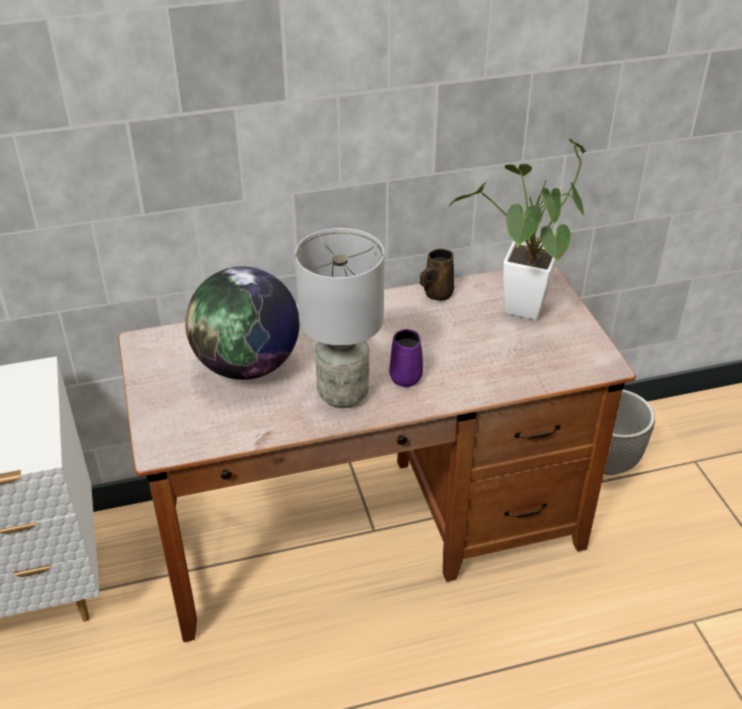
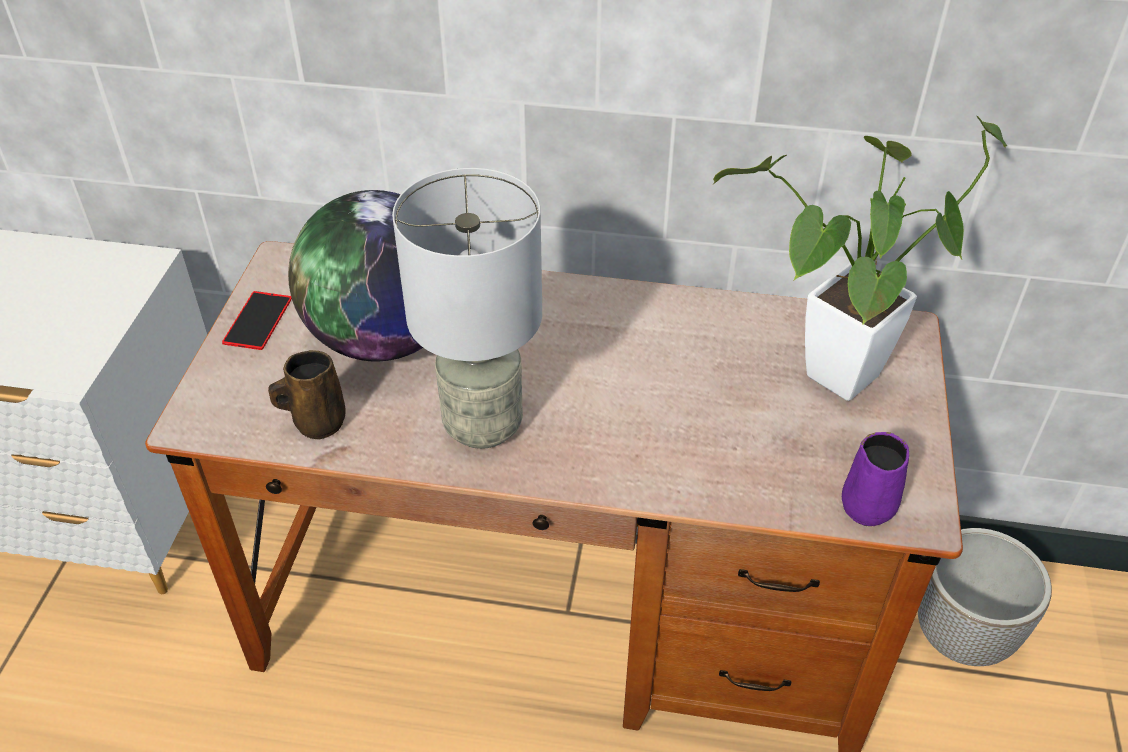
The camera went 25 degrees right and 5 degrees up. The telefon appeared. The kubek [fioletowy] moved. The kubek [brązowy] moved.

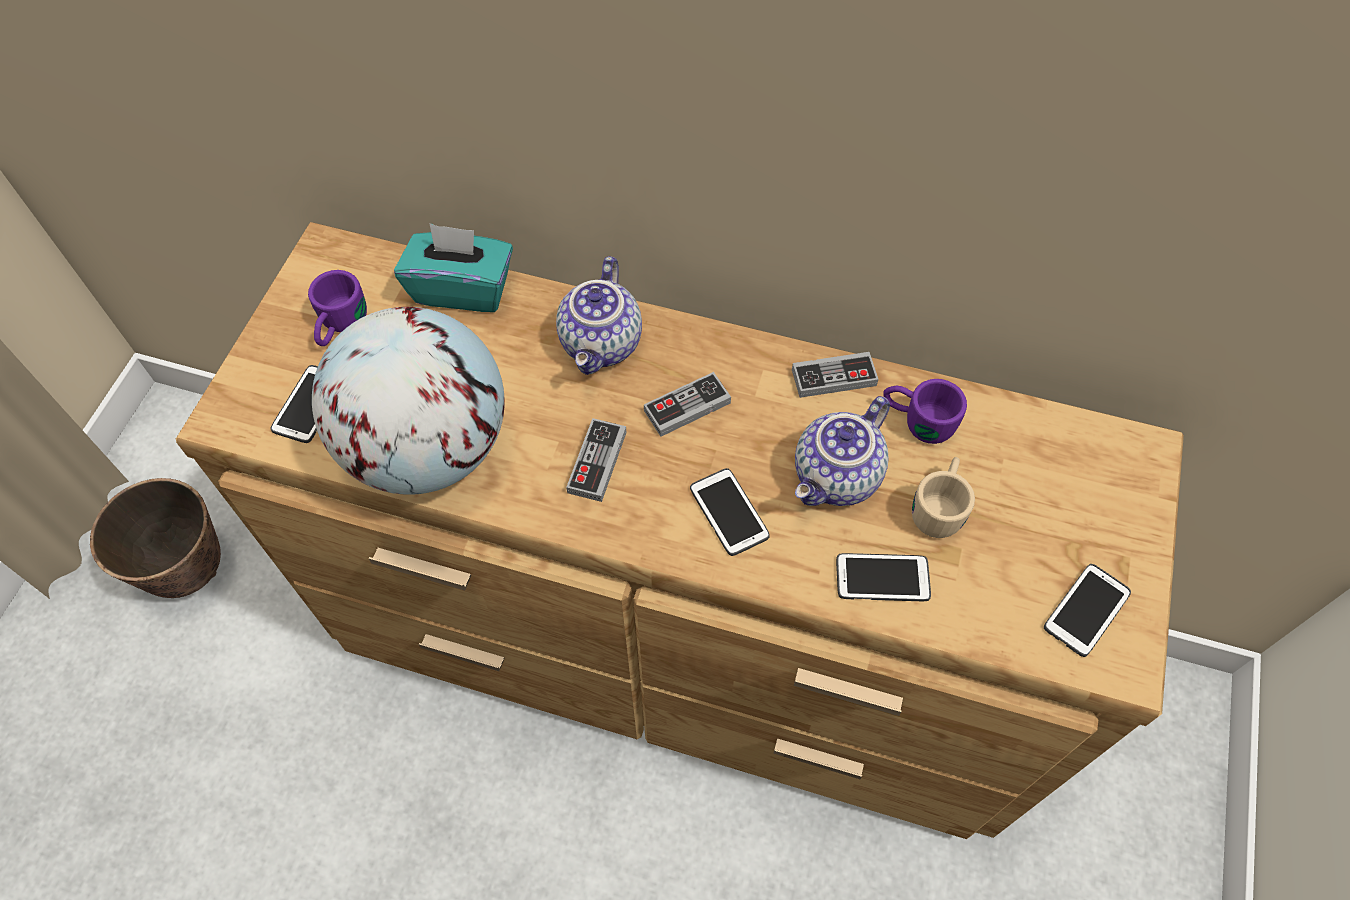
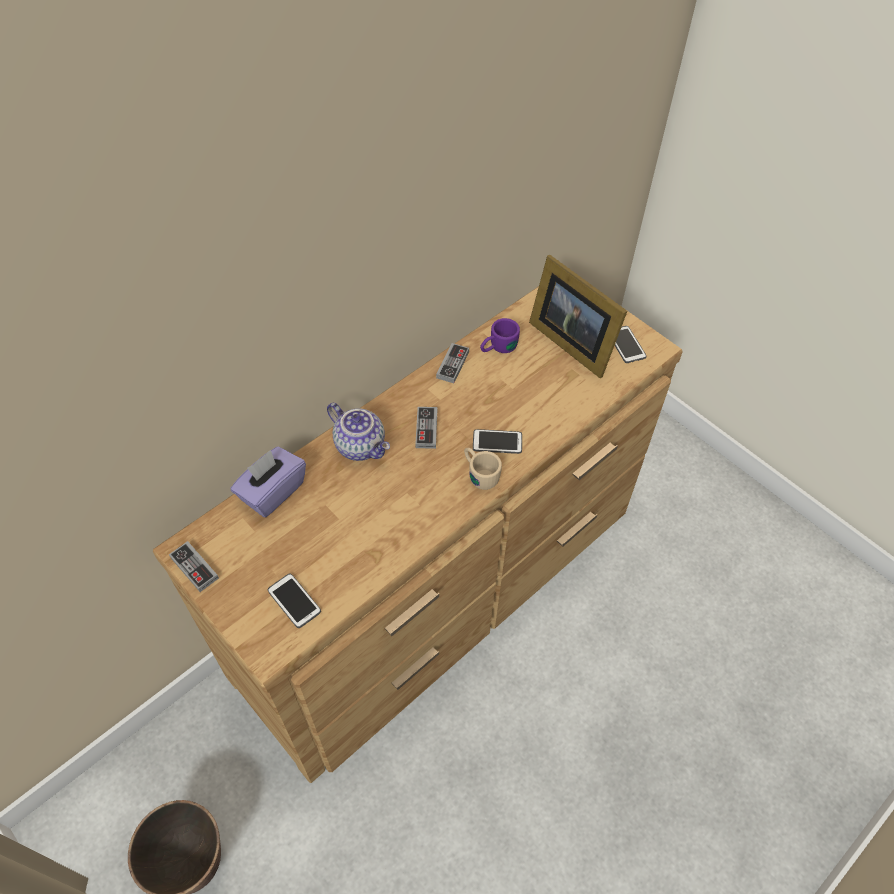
The camera went 60 degrees left and 5 degrees down. The kubek [fioletowy] (1st from left) disappeared. The globus disappeared. The imbryk (2nd from left) disappeared. The telefon (3rd from left) disappeared. The ramka na zdjęcie appeared. The pad do gier (1st from left) moved. The kubek [beżowy] moved. The pudełko chusteczek [turkusowy] became the pudełko chusteczek [fioletowy].

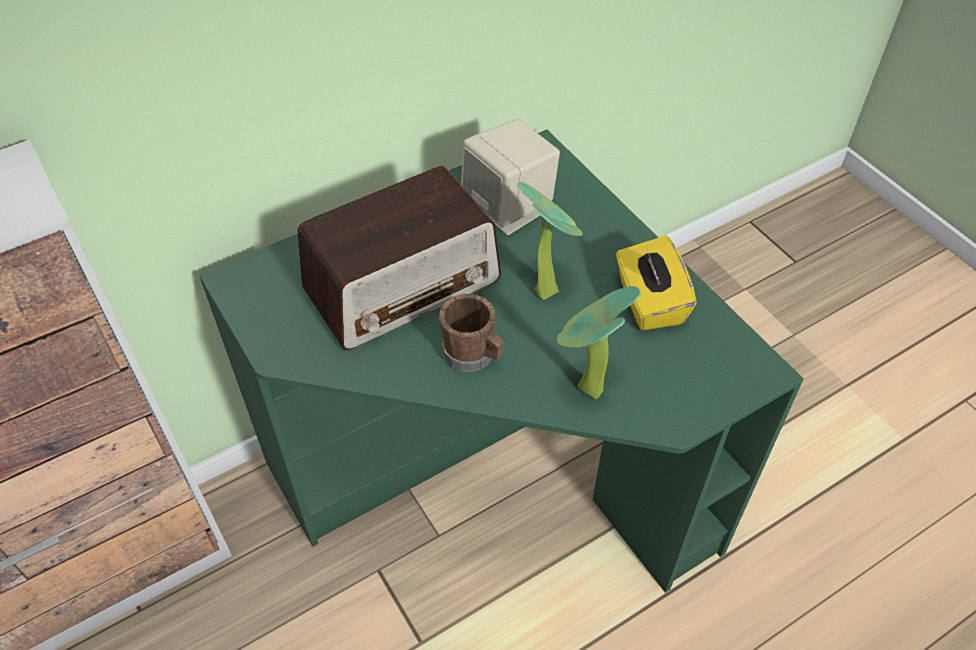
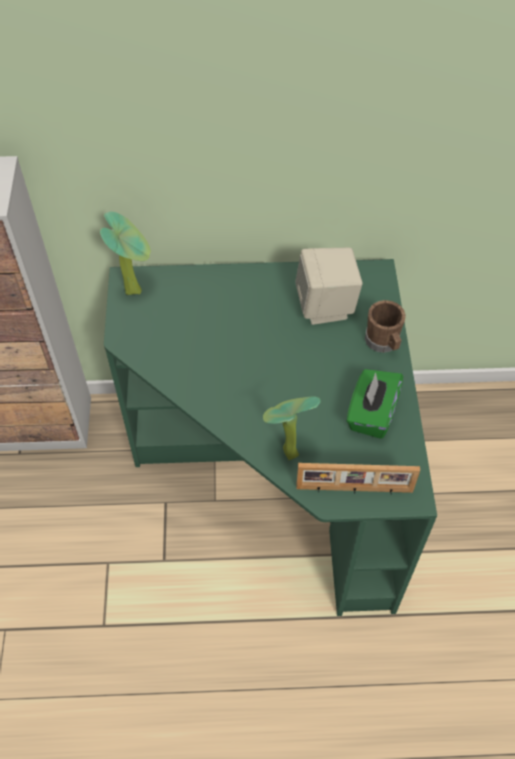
The camera went 30 degrees right and 5 degrees up. The radio disappeared. The ramka na zdjęcie appeared. The kubek [brązowy] moved. The roślina doniczkowa (1st from left) moved. The pudełko chusteczek [żółty] became the pudełko chusteczek [zielony].

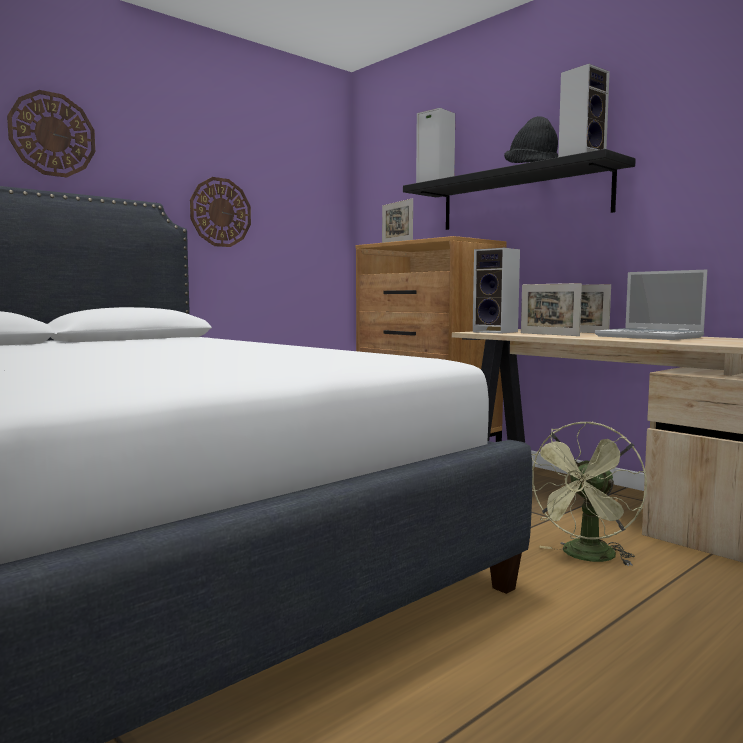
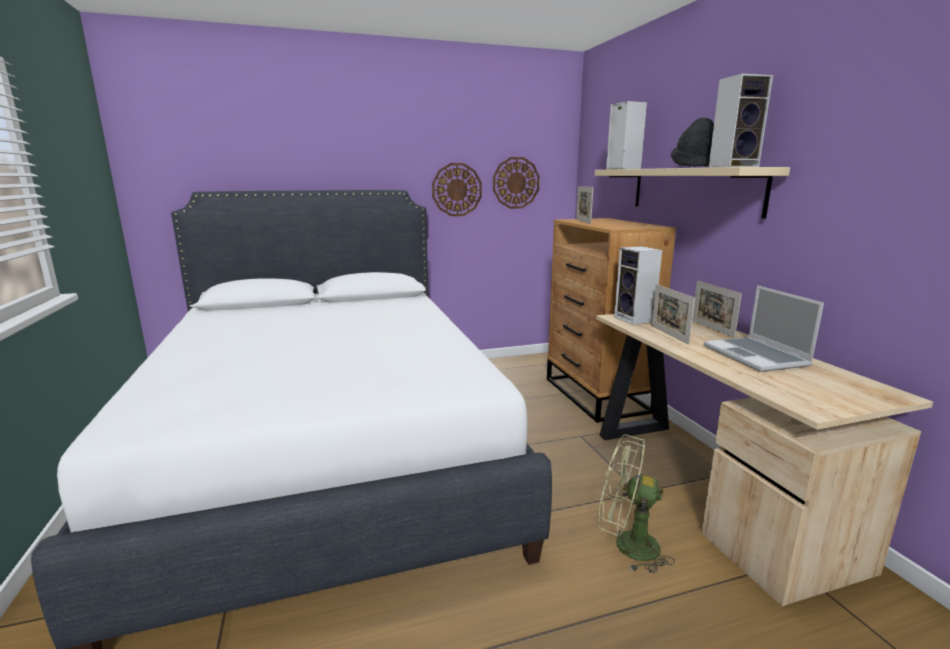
The camera went 25 degrees right and 10 degrees up. The zegar ścienny (1st from left in the first image) moved. The półka [czarny] became the półka [beżowy]. The wentylator [zielony] turned 45 degrees clockwise.

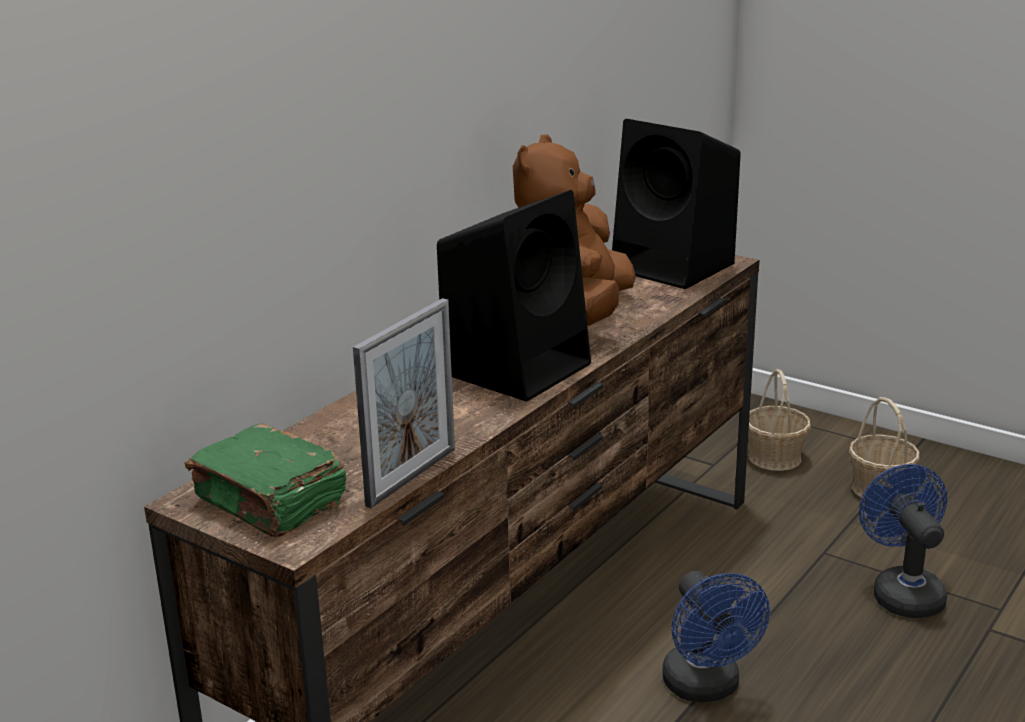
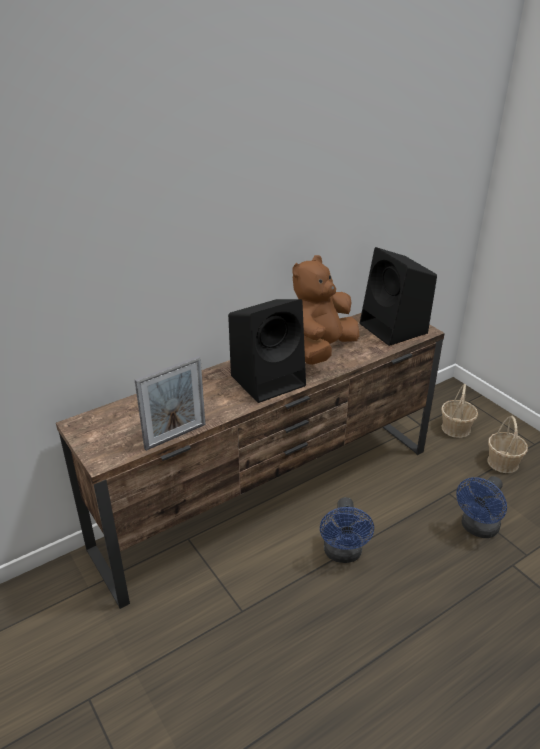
The camera went 20 degrees right and 10 degrees up. The książka [zielony] disappeared. The wentylator [niebieski] (2nd from left) turned 150 degrees counterclockwise.

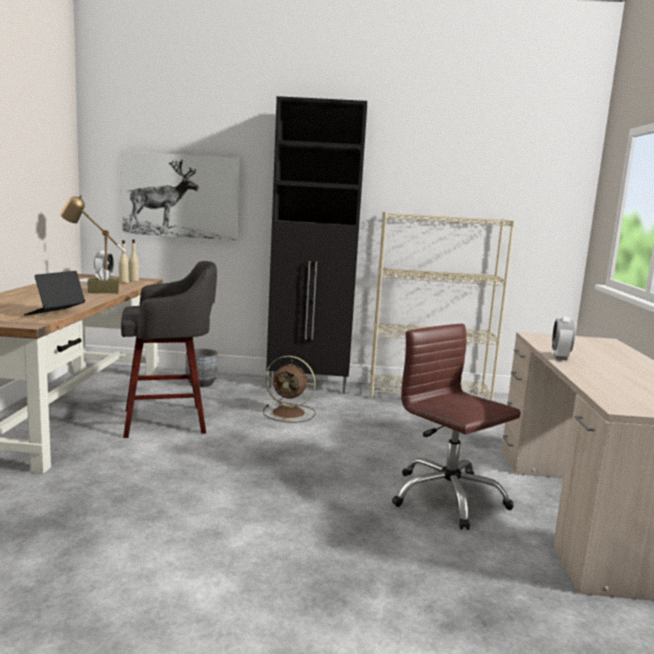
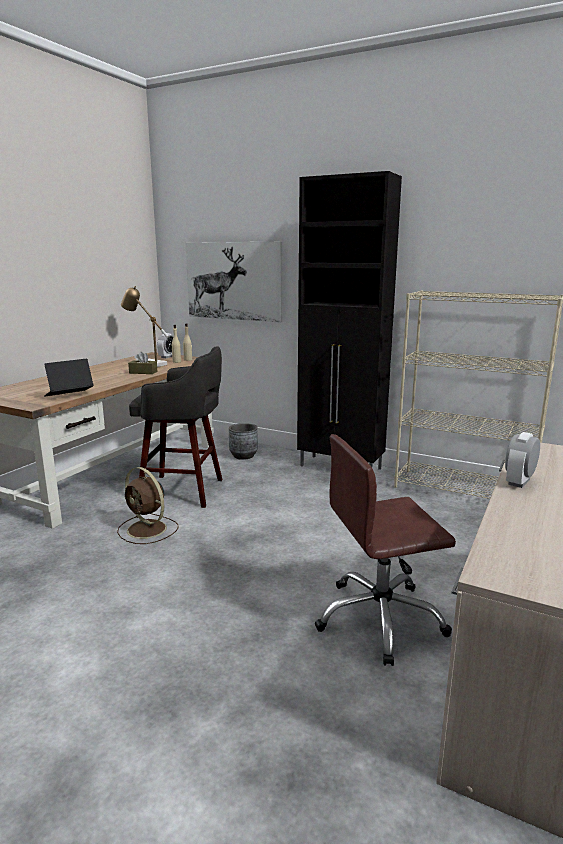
The camera went 25 degrees right and 5 degrees up. The wentylator [brązowy] moved. The krzesło biurowe [brązowy] turned 90 degrees counterclockwise.

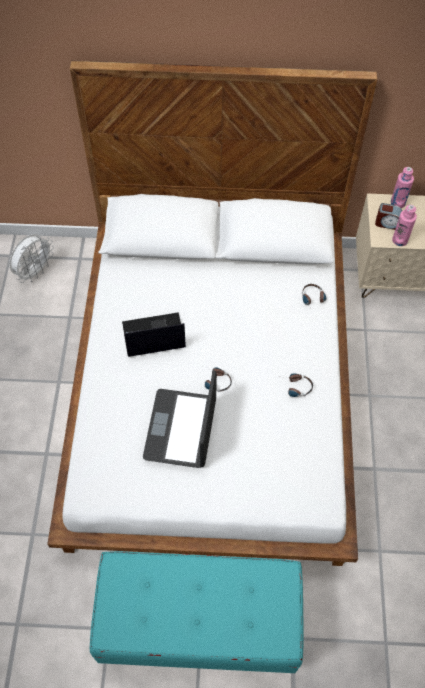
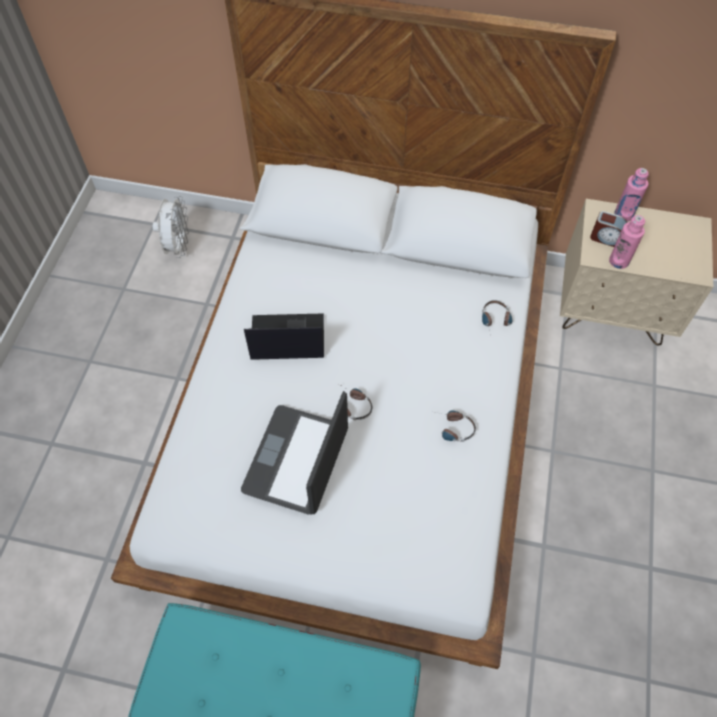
The camera went 10 degrees right and 0 degrees up. The wentylator [biały] turned 45 degrees counterclockwise.

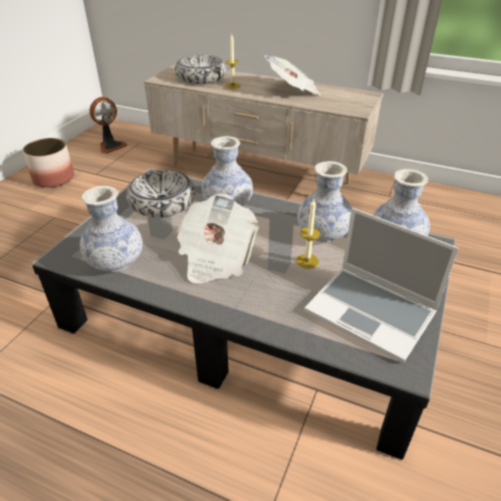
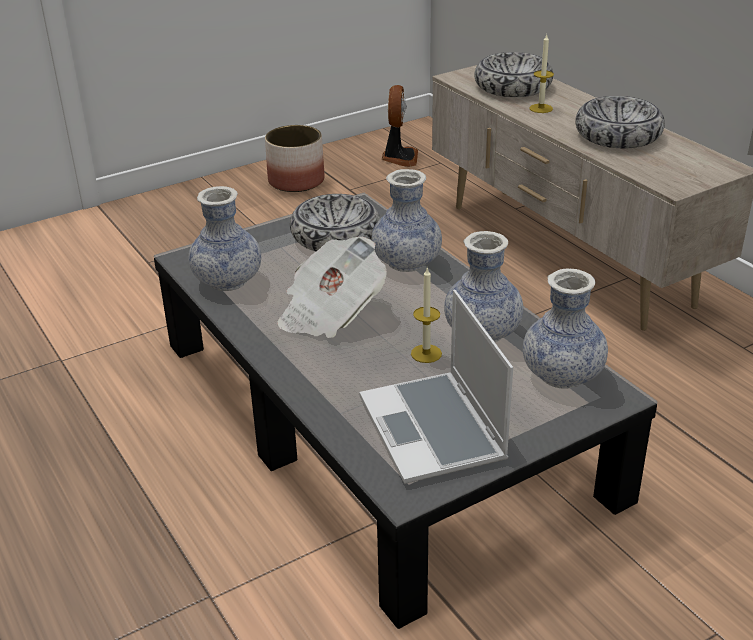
The camera went 35 degrees right and 5 degrees down. The gazeta (2nd from left) was replaced by the miska (3rd from left). The wentylator turned 75 degrees counterclockwise.

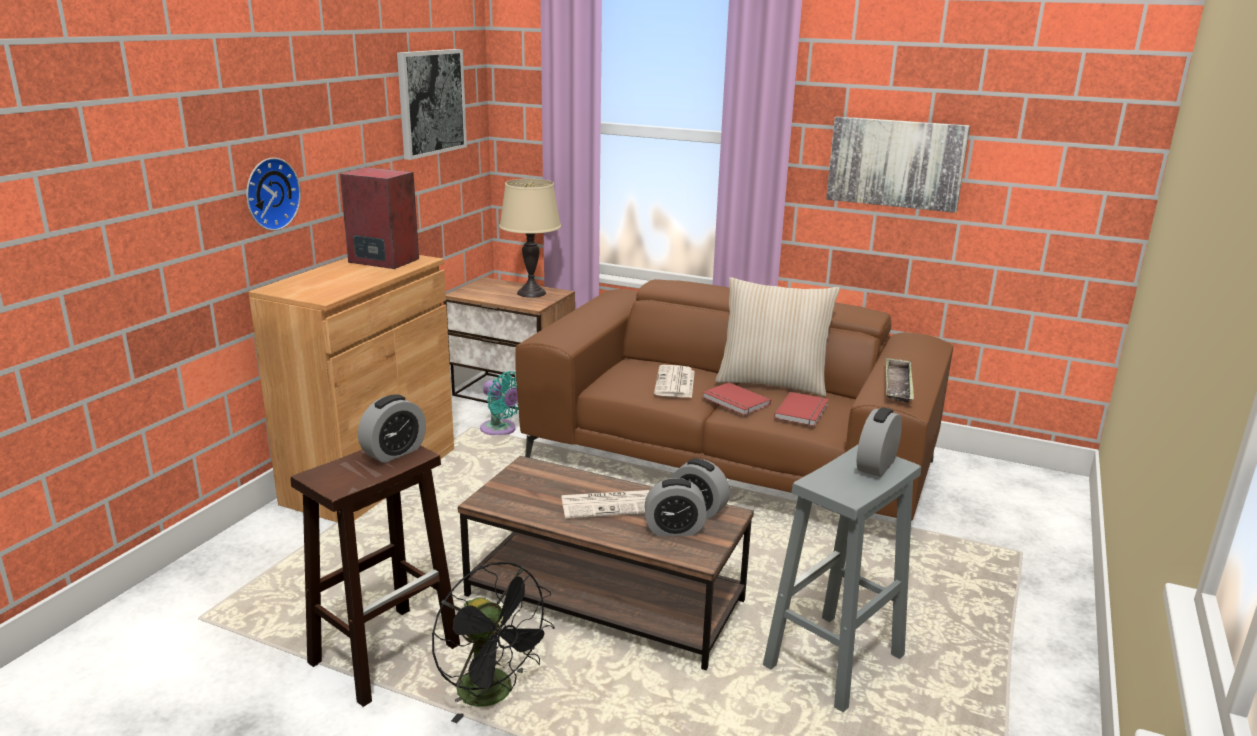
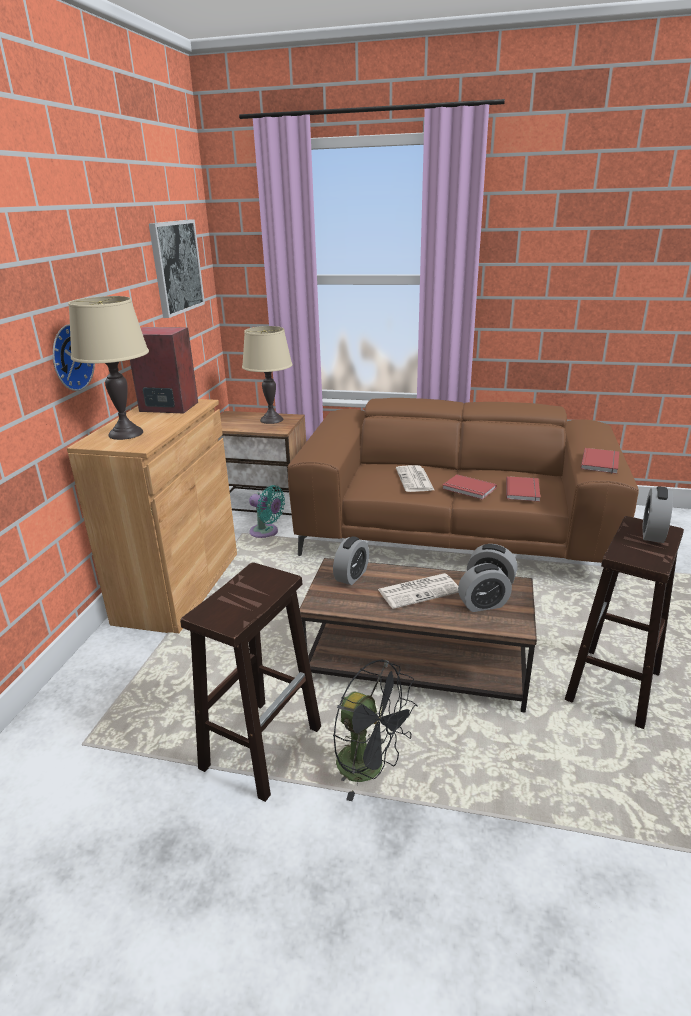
The camera went 10 degrees left and 5 degrees up. The poduszka [beżowy] disappeared. The obraz (2nd from left) disappeared. The lampa stołowa [beżowy] (1st from left) appeared. The budzik (1st from left) moved. The taca was replaced by the książka [czerwony] (3rd from left). The stołek [szary] became the stołek [brązowy] (2nd from left).

